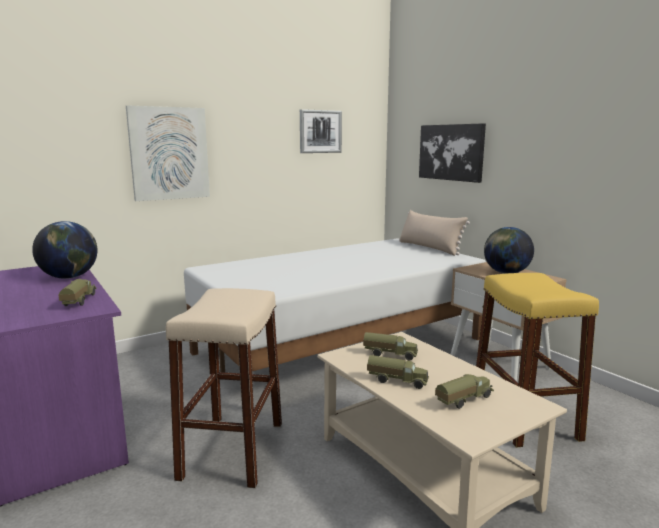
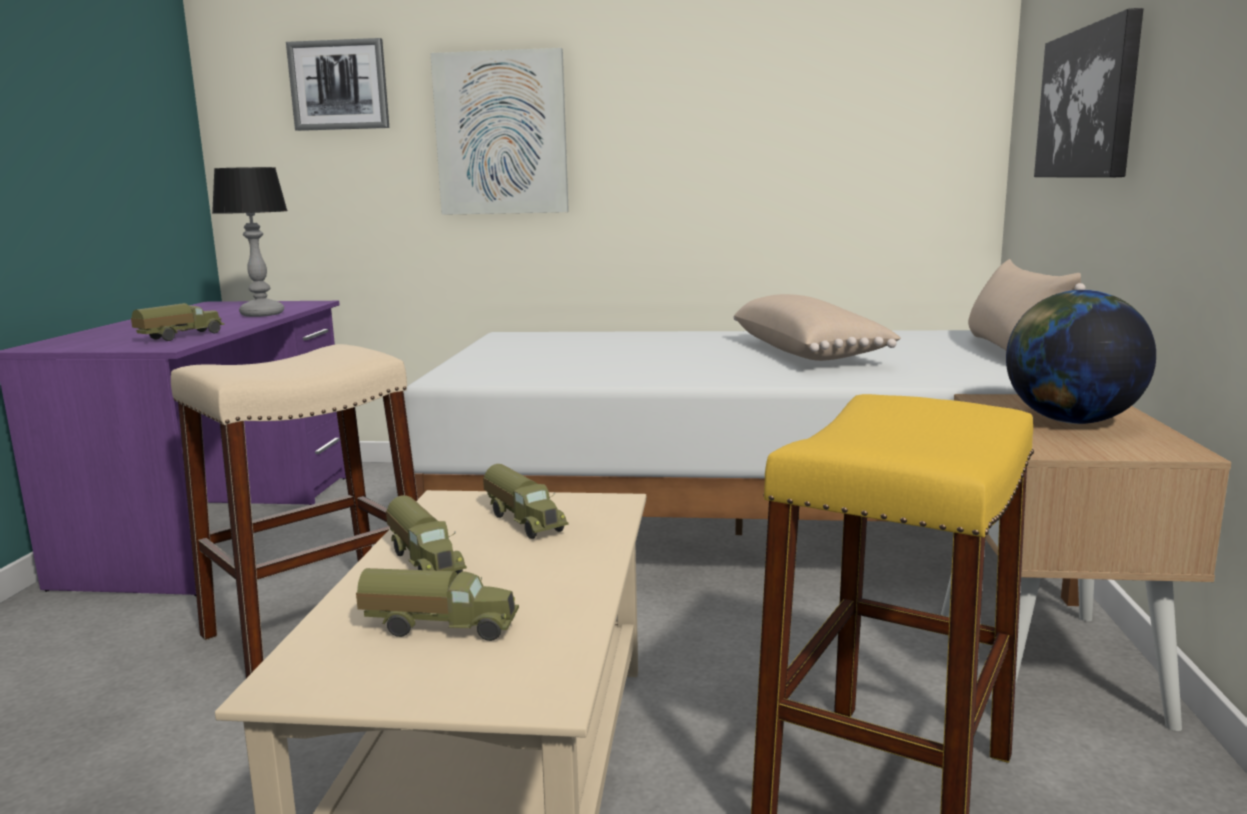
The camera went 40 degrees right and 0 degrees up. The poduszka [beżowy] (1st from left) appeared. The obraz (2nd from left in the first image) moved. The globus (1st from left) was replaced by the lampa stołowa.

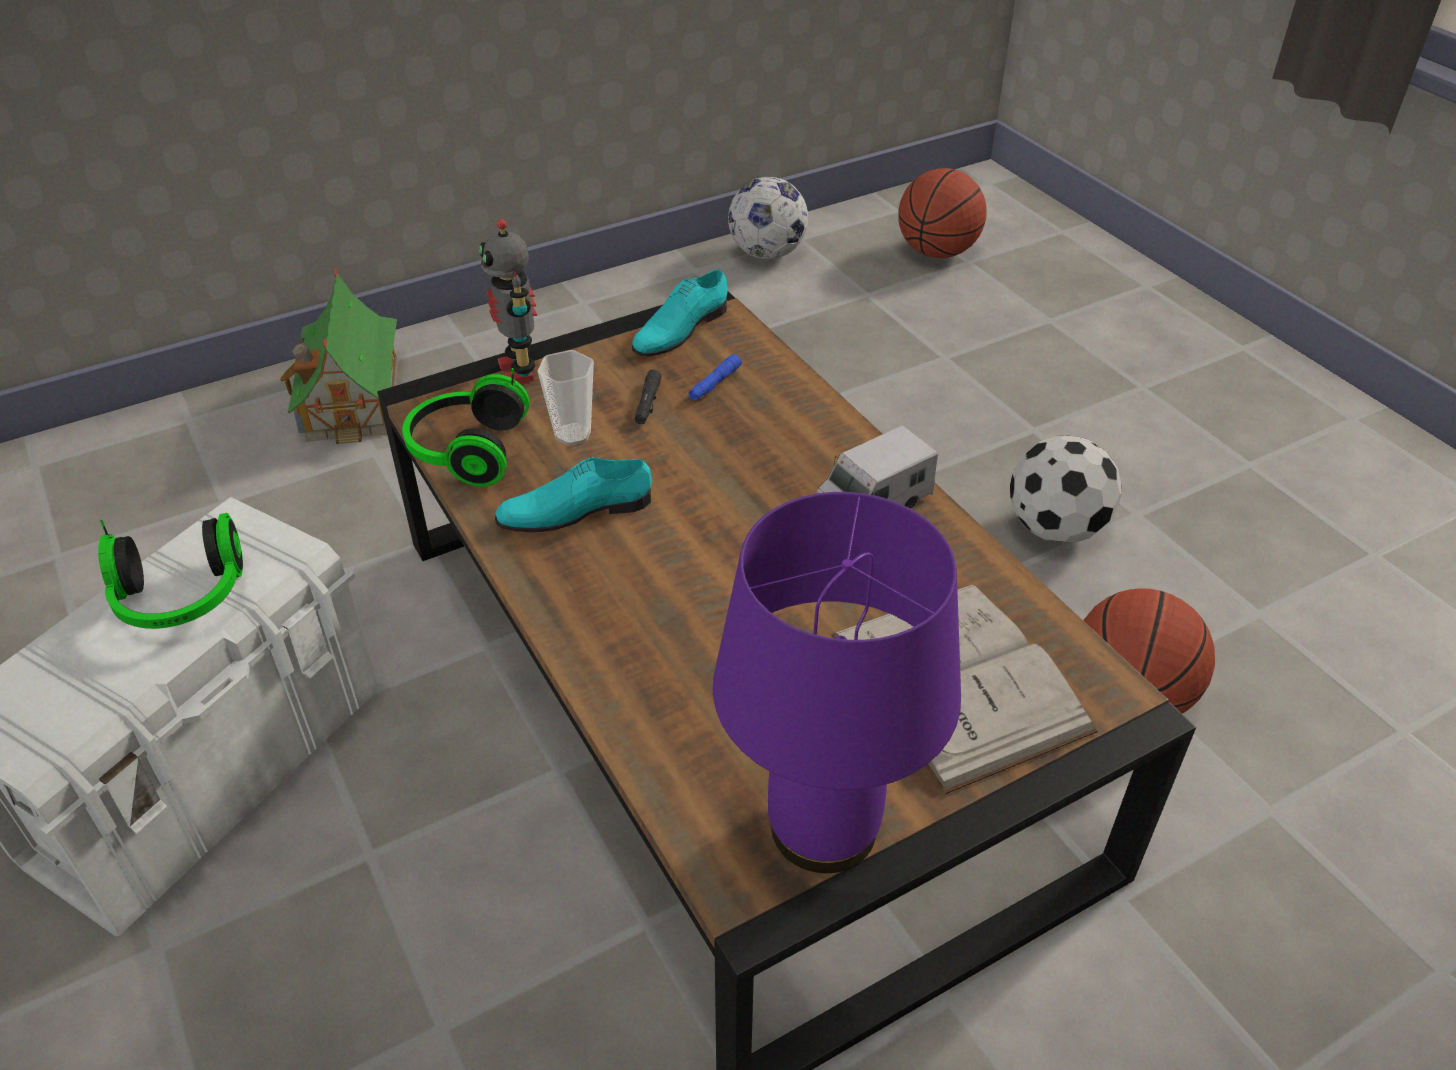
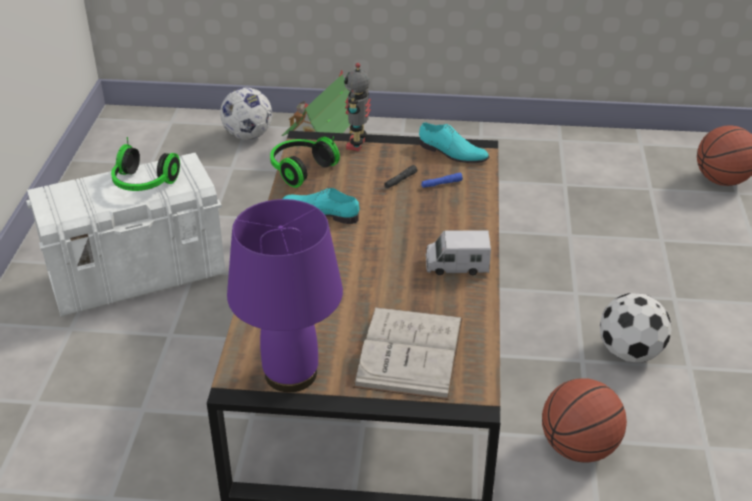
The camera went 35 degrees right and 5 degrees down. The filiżanka disappeared. The piłka futbolowa (1st from left) moved. The but [turkusowy] (2nd from left) turned 135 degrees counterclockwise.

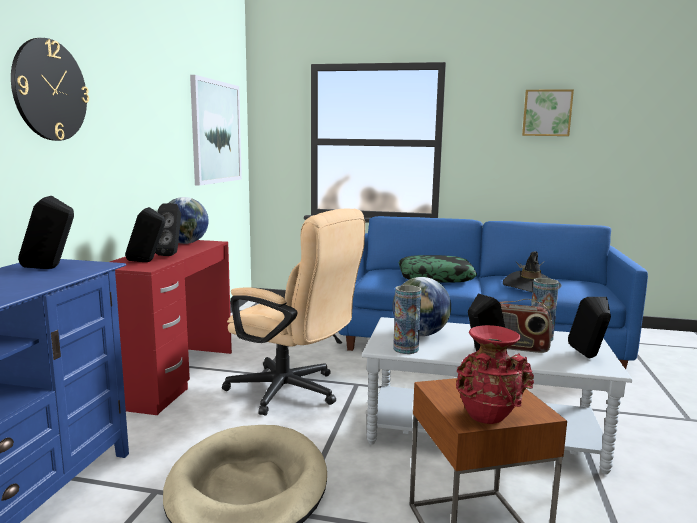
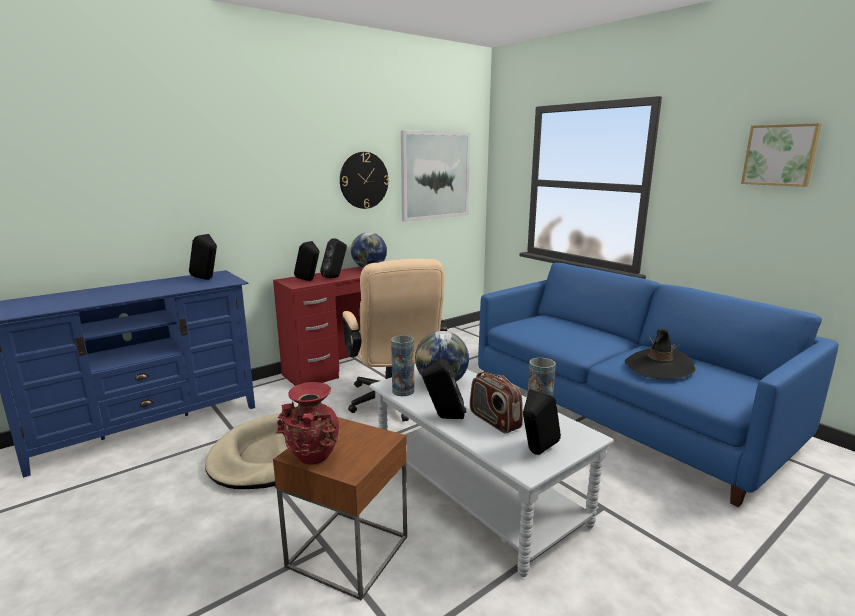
The camera went 40 degrees right and 5 degrees up. The poduszka disappeared. The zegar ścienny moved.

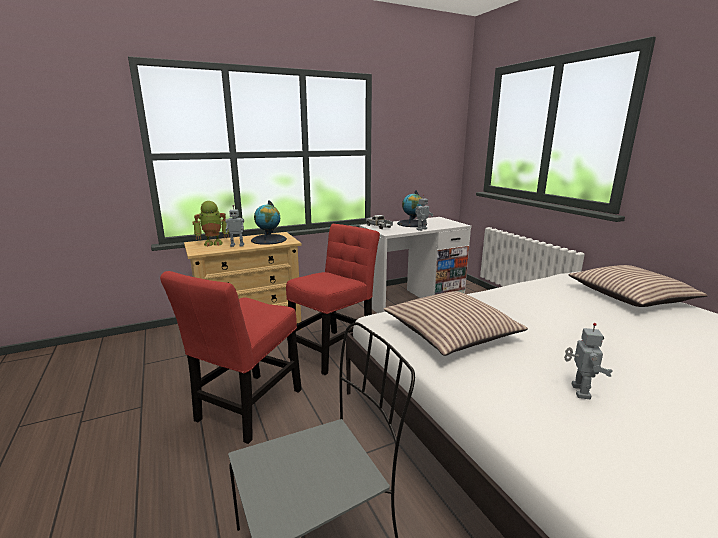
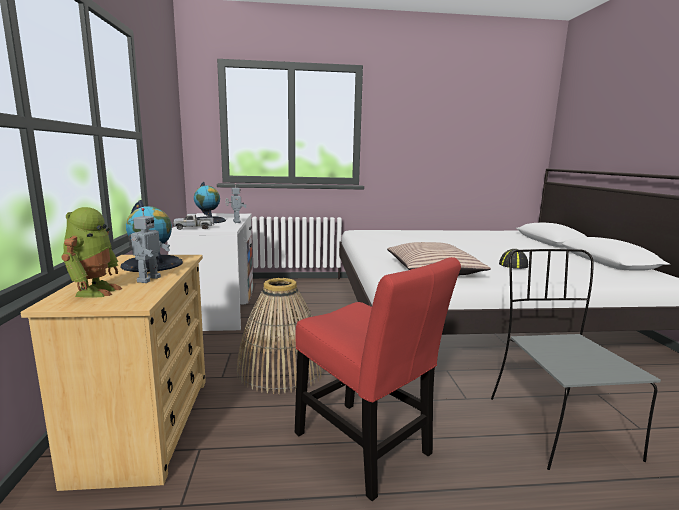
The camera went 70 degrees left and 5 degrees down. The poduszka (2nd from left) disappeared. The krzesło [czerwony] (2nd from left) was replaced by the koszyk. The robot zabawkowy (4th from left) was replaced by the czapka z daszkiem.

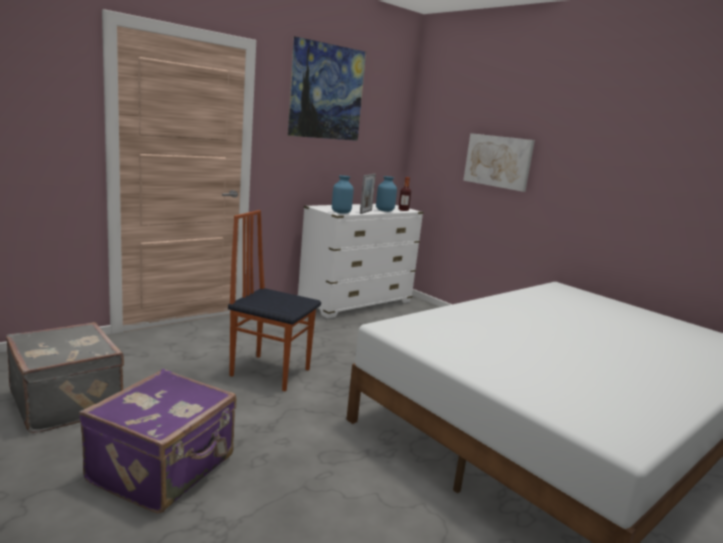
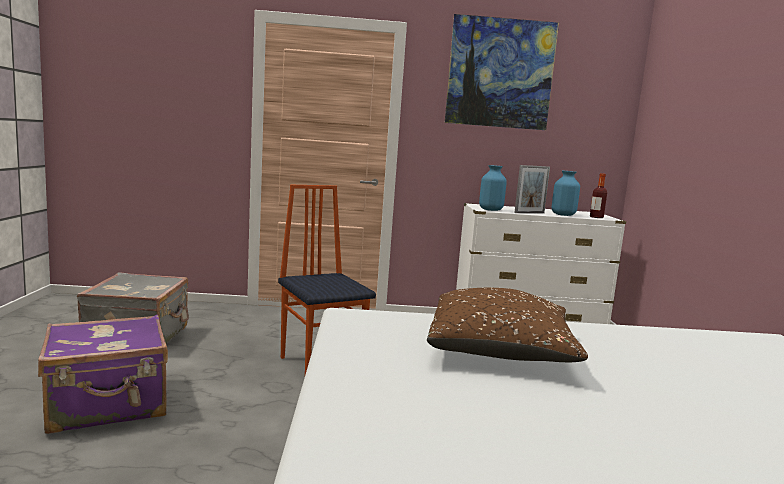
The camera went 40 degrees right and 5 degrees down. The obraz (2nd from left) disappeared. The poduszka [brązowy] appeared.

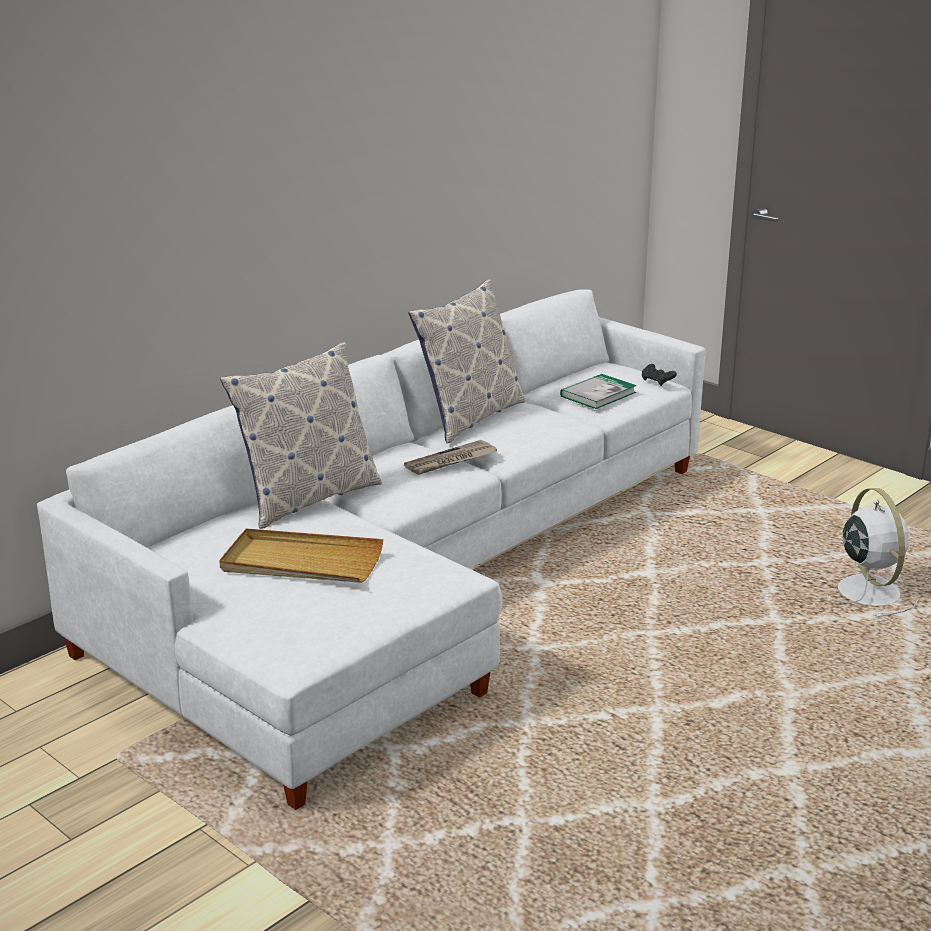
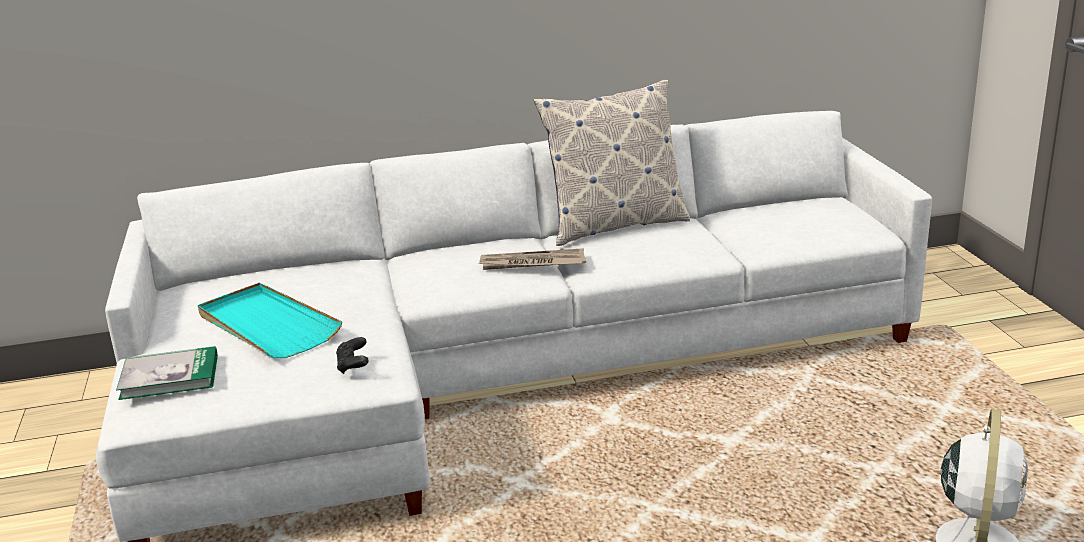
The camera went 35 degrees right and 0 degrees up. The poduszka (1st from left) disappeared. The książka moved. The pad do gier [czarny] moved. The taca [beżowy] became the taca [turkusowy].

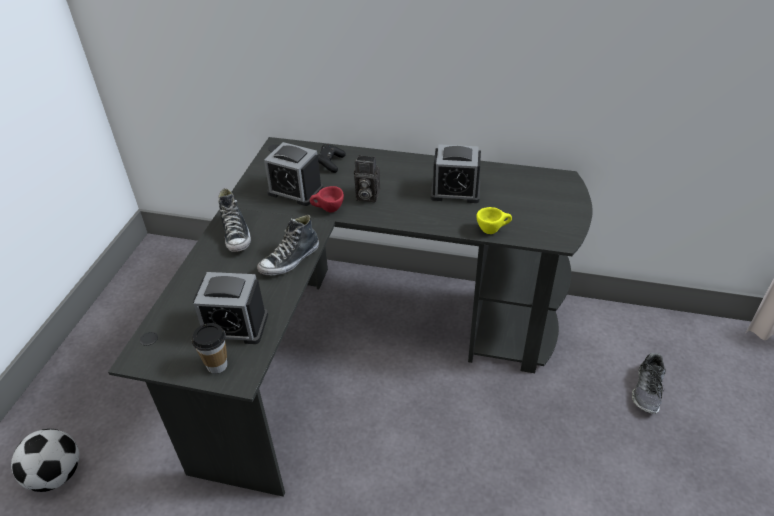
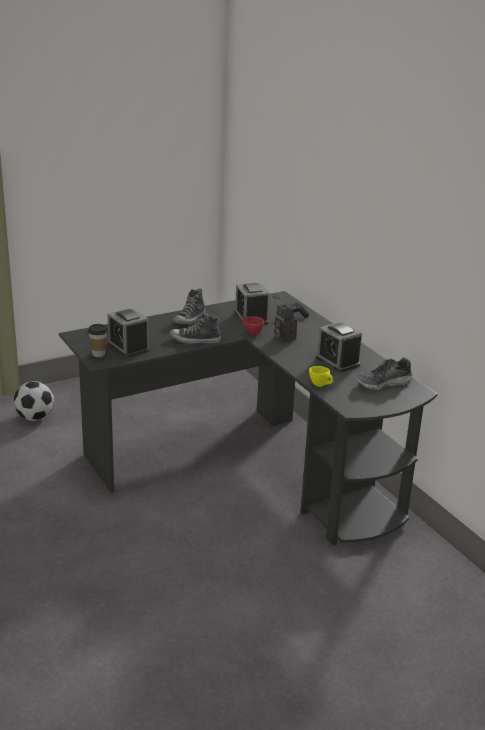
The camera went 45 degrees right and 15 degrees down. The but (3rd from left) moved.

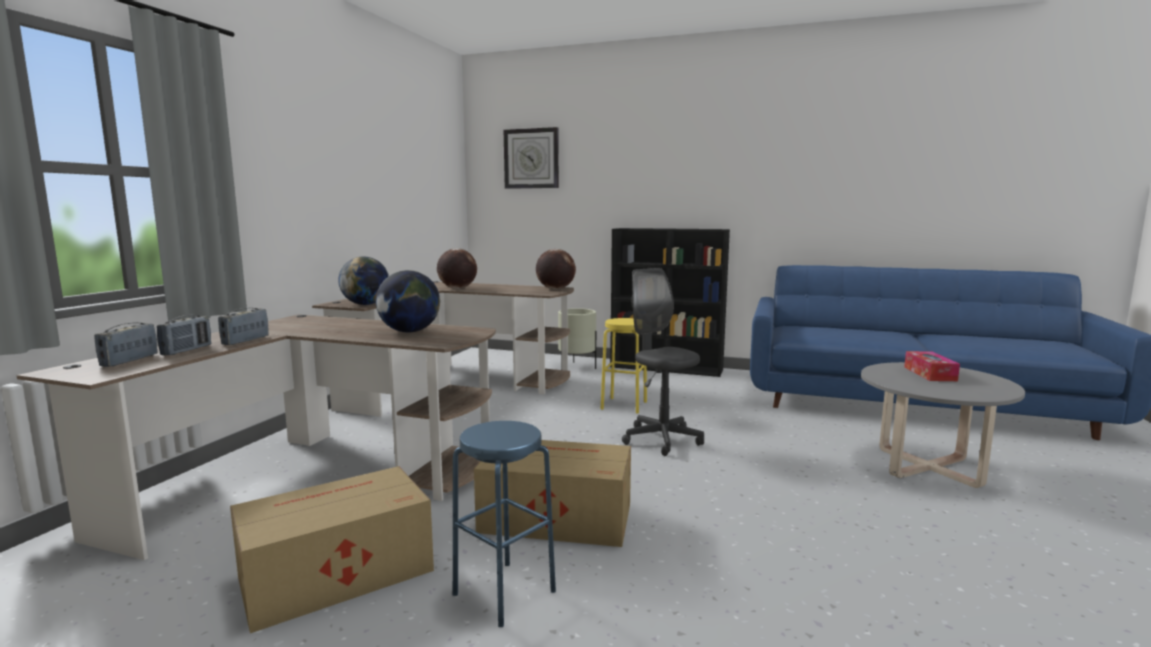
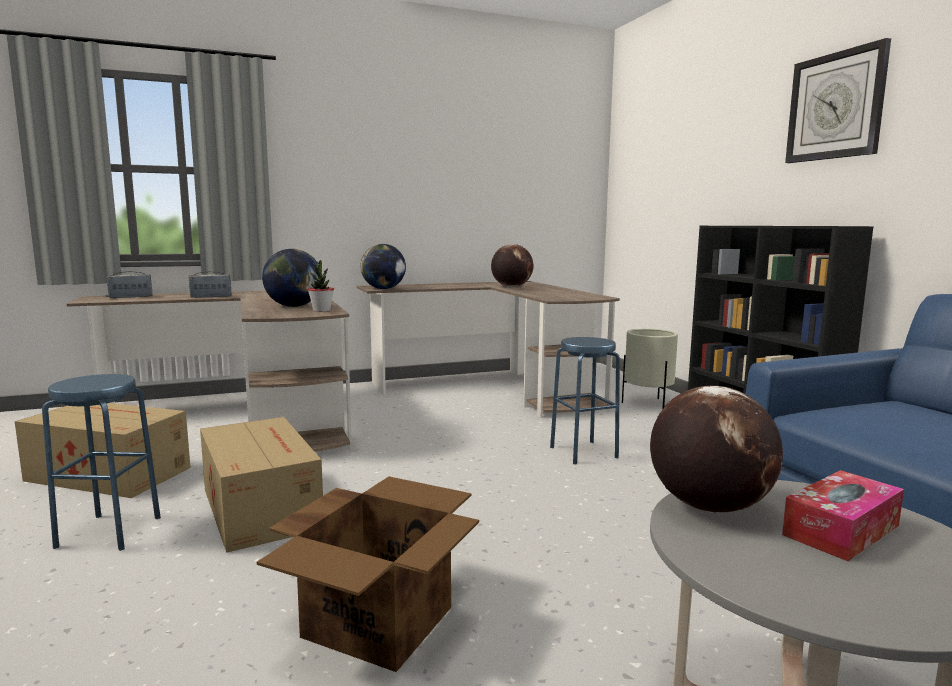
The camera went 50 degrees right and 0 degrees up. The radio (2nd from left) disappeared. The krzesło biurowe [szary] disappeared. The karton (3rd from left) appeared. The roślina doniczkowa appeared. The zegar ścienny moved. The globus (4th from left) moved. The stołek [żółty] became the stołek [niebieski] (2nd from left).

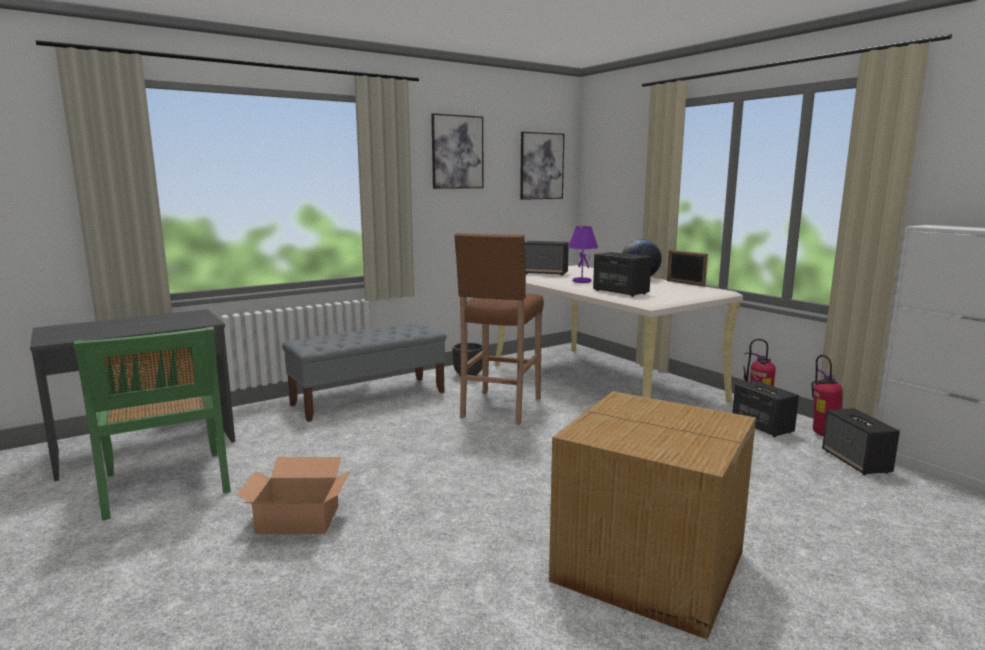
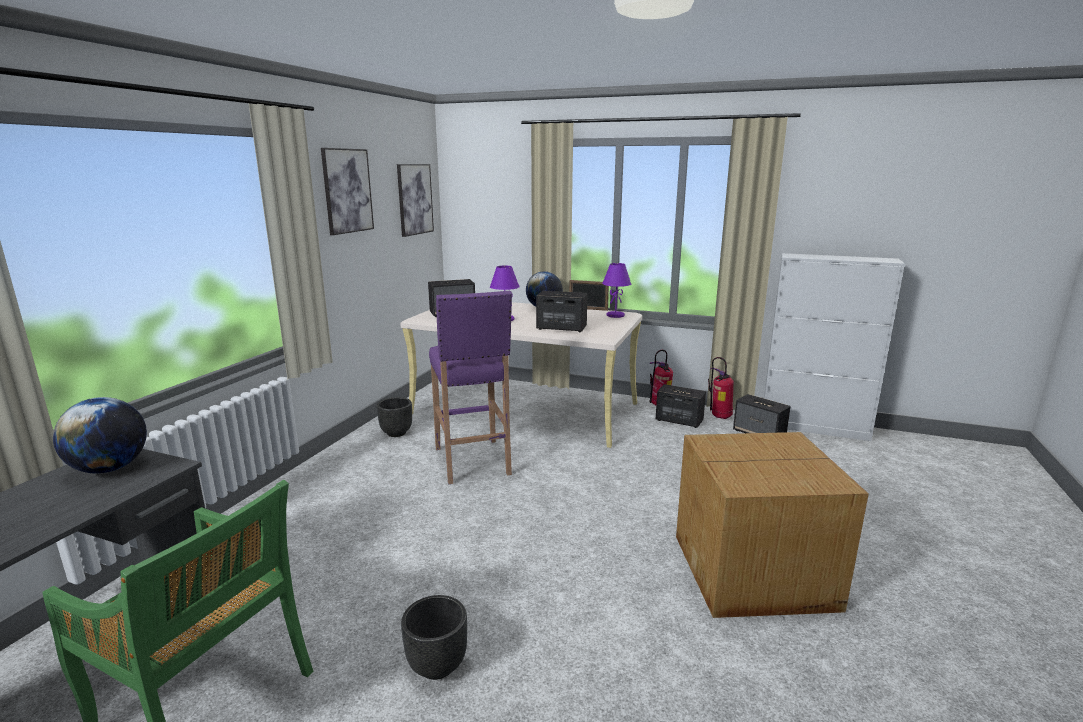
The camera went 35 degrees left and 5 degrees up. The ławka [szary] disappeared. The globus (1st from left) appeared. The lampa stołowa [fioletowy] (2nd from left) appeared. The karton (1st from left) was replaced by the donica [czarny] (2nd from left). The stołek [brązowy] became the stołek [fioletowy].

